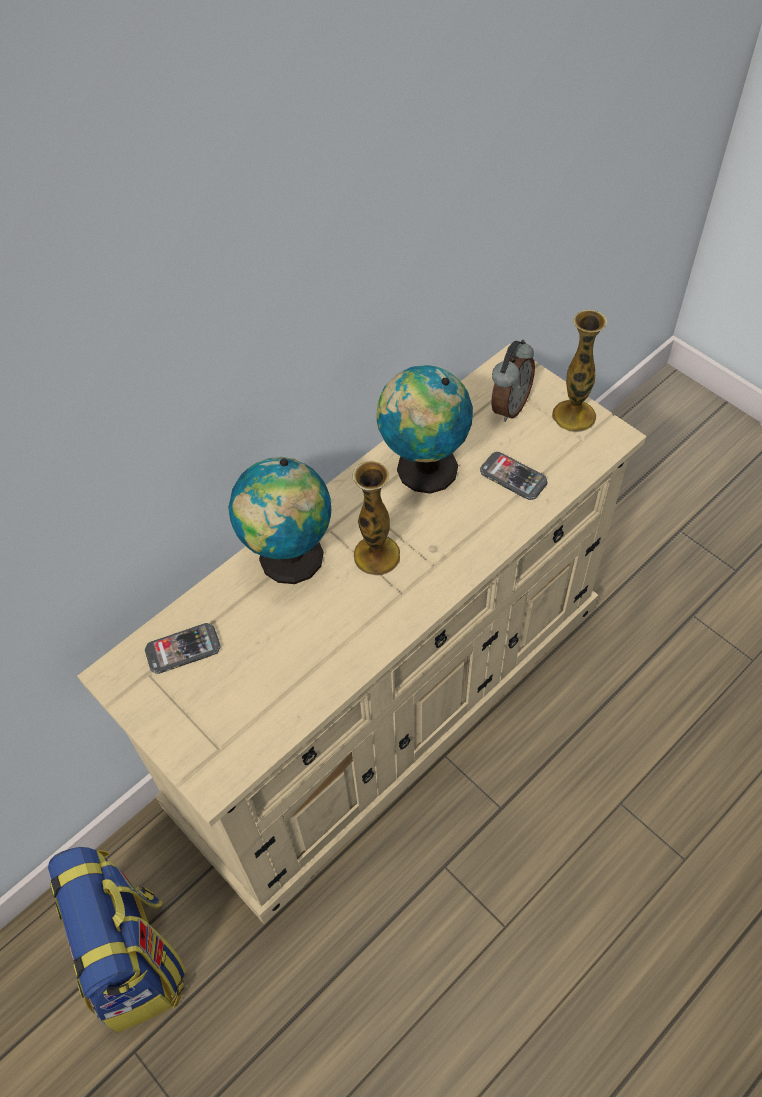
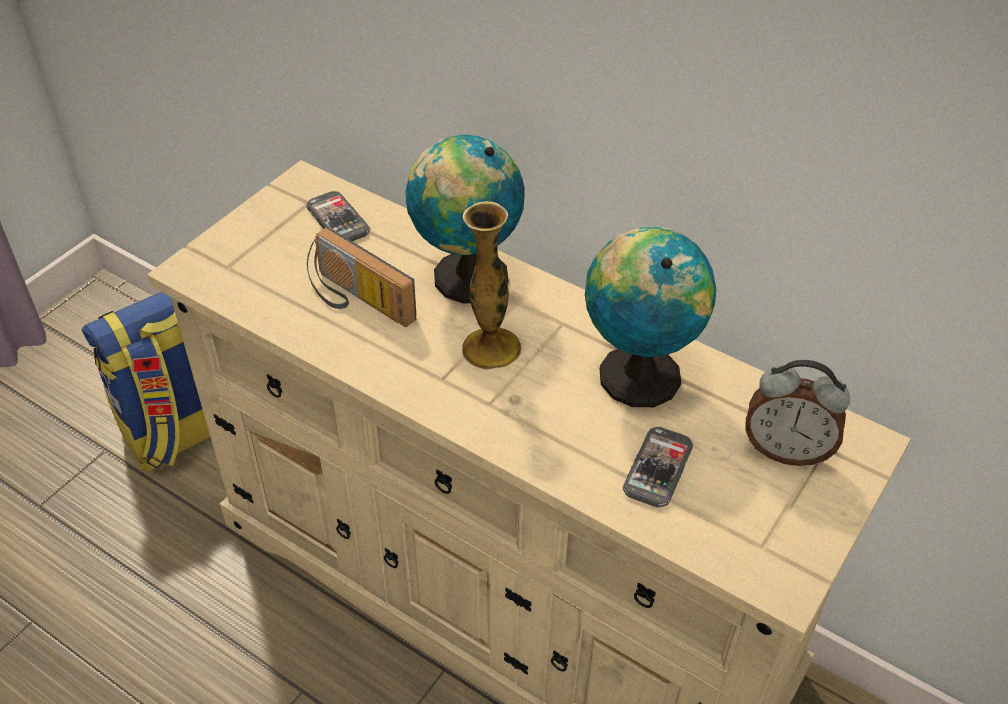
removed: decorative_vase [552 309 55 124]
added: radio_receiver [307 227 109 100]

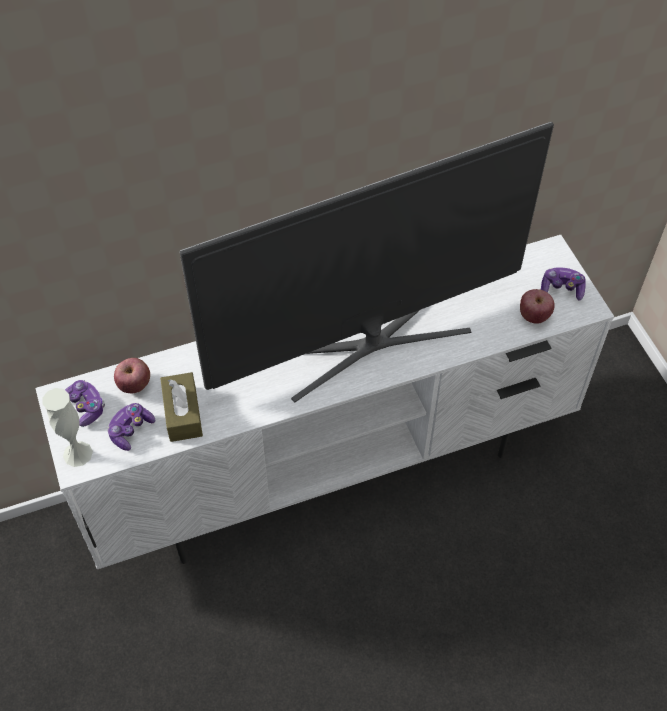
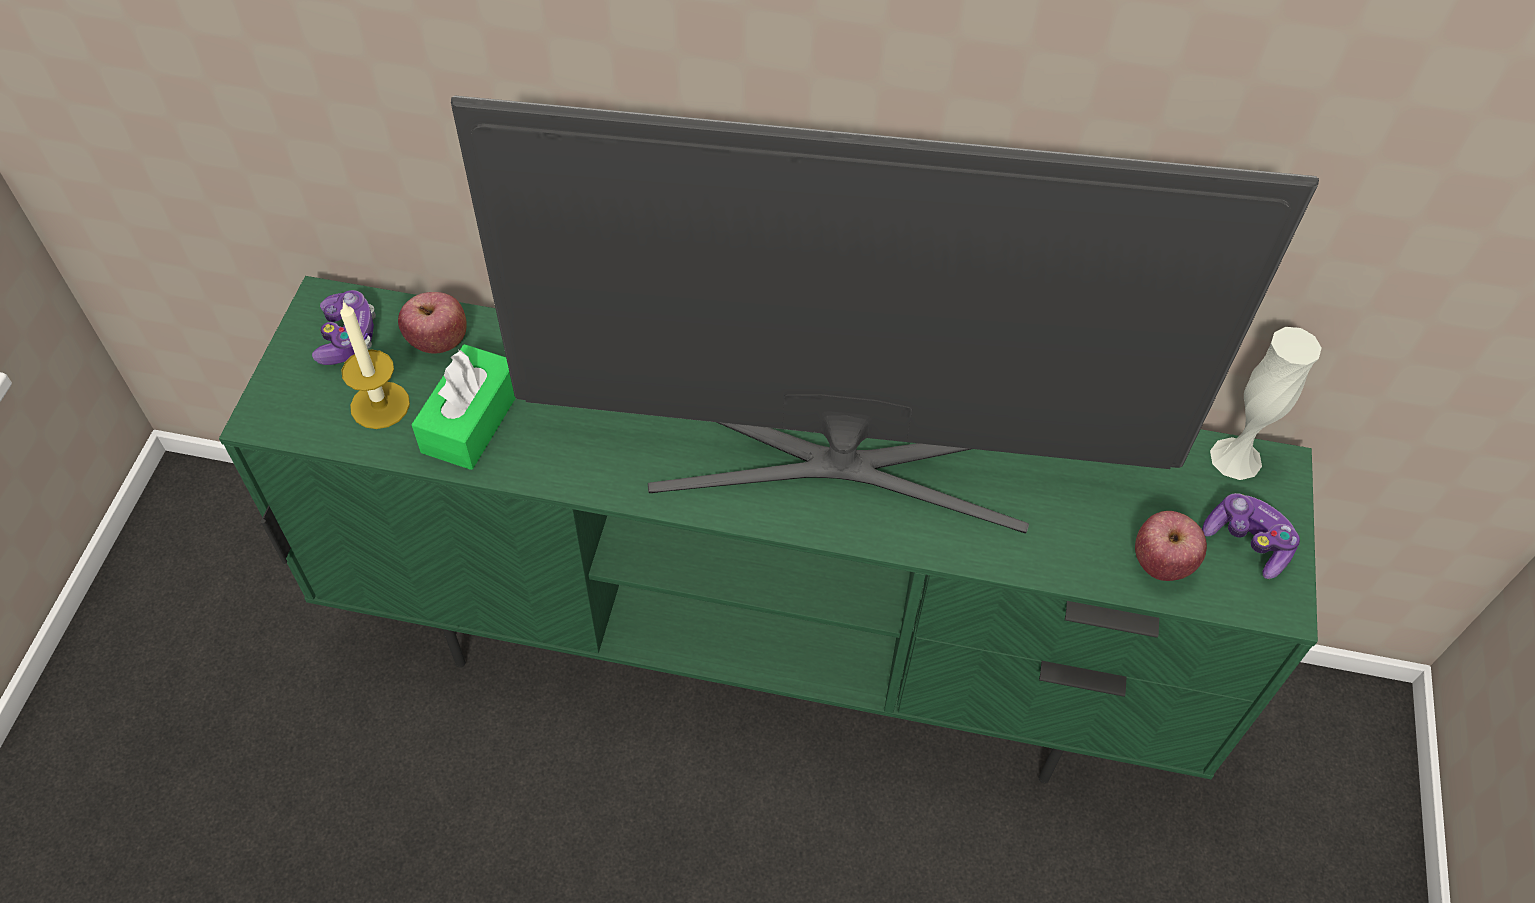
moved: white_decorative_vase [42 388 51 79] to [1210 327 112 153]
replaced: joypad [108 403 47 48] to candle [340 300 70 129]
recoloured: white_tv_stand [35 235 579 334] to greenish_tv_stand [219 276 1099 507]; brown-coloured_tissue_holder [160 372 43 70] to greenish_tissue_holder [411 344 105 126]

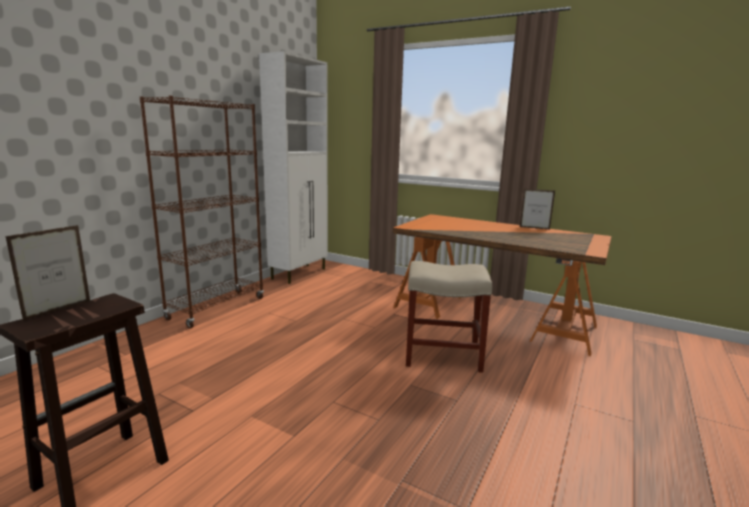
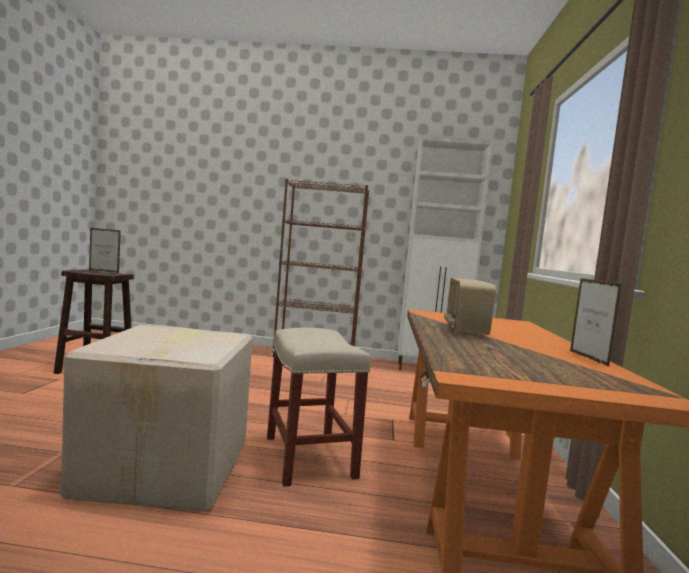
added: radio_receiver [444 278 52 59]; cardboard_box [61 325 192 186]

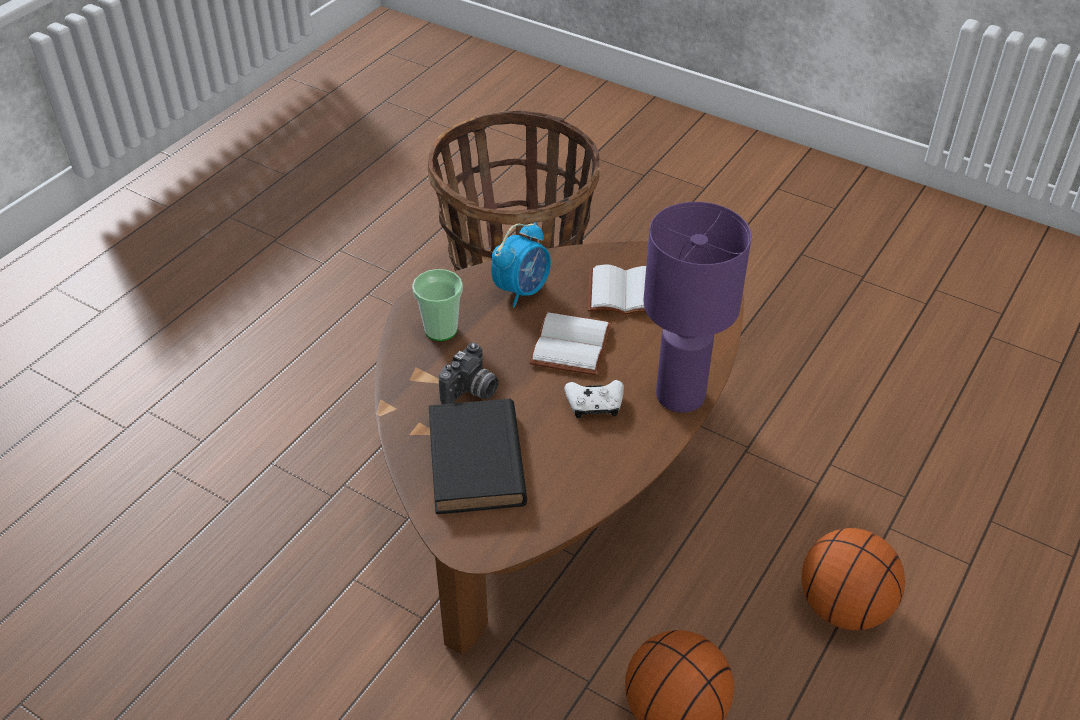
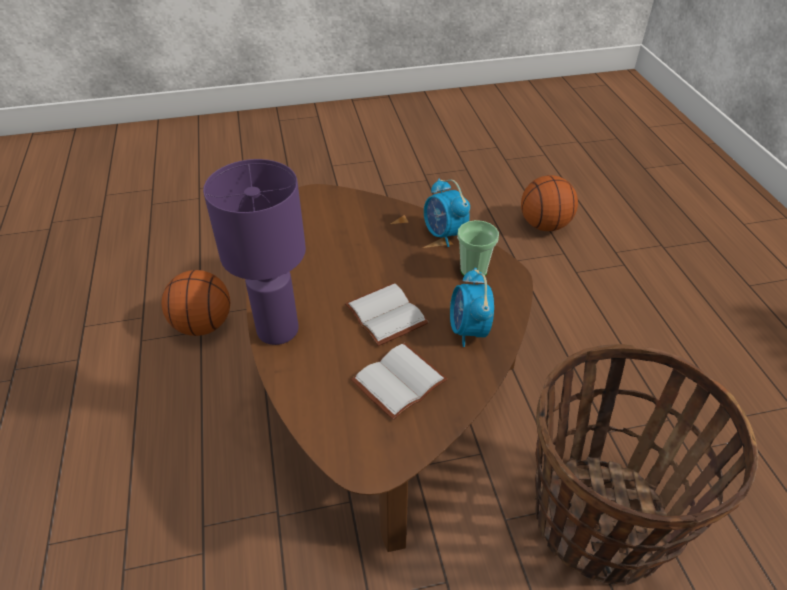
removed: photo_camera [439 342 60 62]; white_joypad [564 380 60 38]; black-coloured_book [429 398 98 116]
added: alarm_clock [424 178 46 69]
moved: ball_for_basketball [801 528 104 102] to [521 175 57 56]

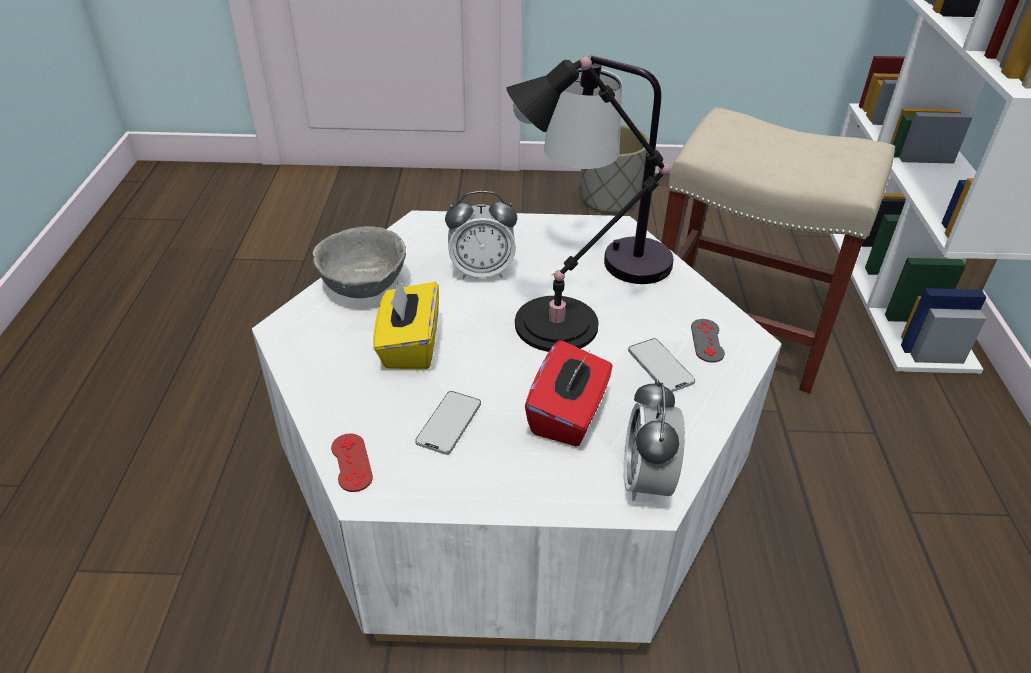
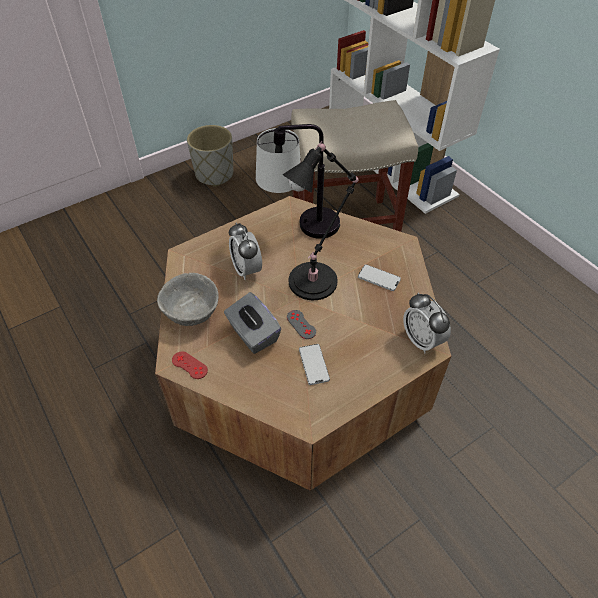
removed: red-coloured_tissue_holder [525 340 87 106]
moved: gray_joypad [691 319 34 44] to [287 310 29 29]; red-coloured_joypad [331 433 42 59] to [172 351 36 28]
recoloured: white_coffee_table [252 210 530 439] to brown-coloured_coffee_table [155 196 296 295]; yellow-coloured_tissue_holder [373 278 66 91] to gray_tissue_holder [224 292 57 62]
turned: alarm_clock [445 191 72 88] = [229 223 33 57] 105 degrees clockwise

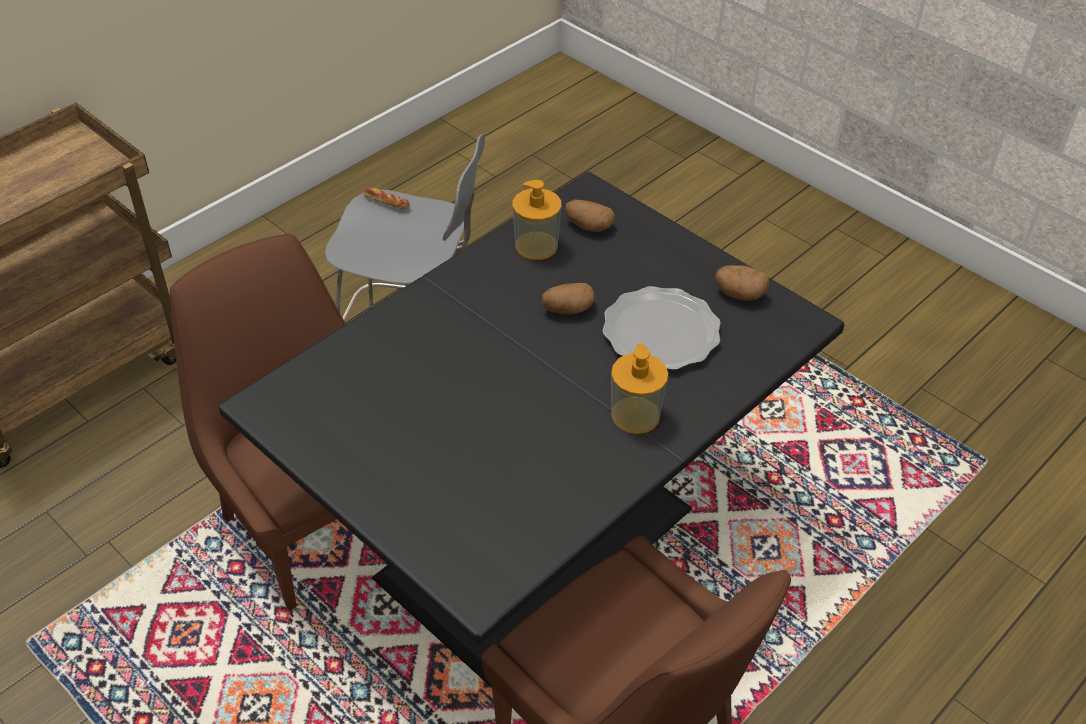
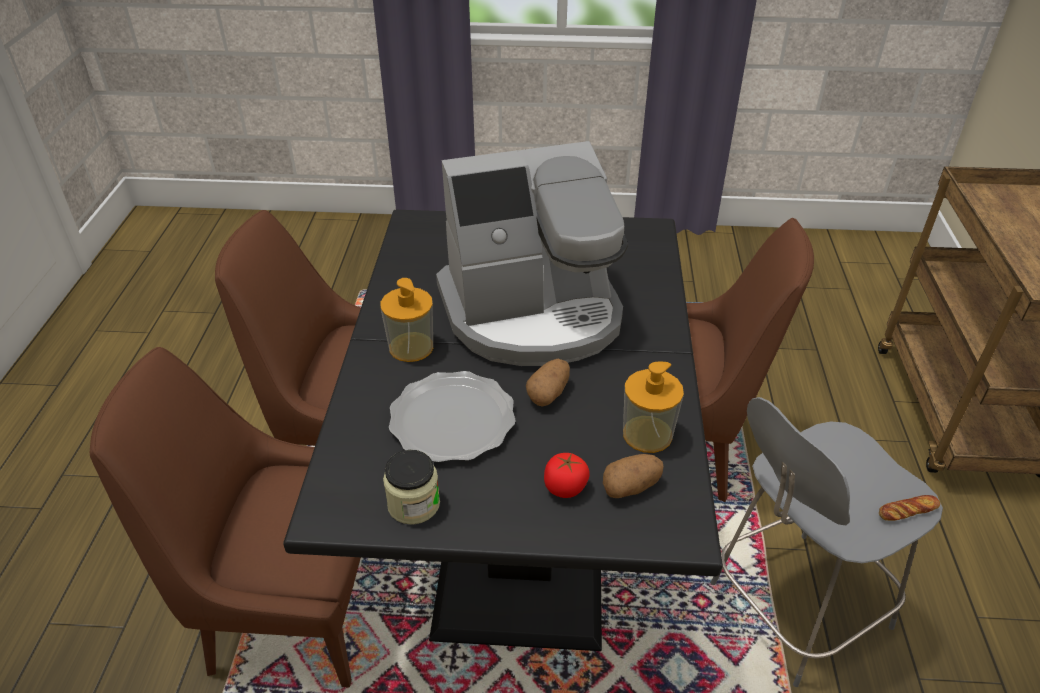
added: coffee_maker [436 141 192 225]; brown-coloured_upright_chair [90 347 271 341]; fresh_tomato [544 453 46 45]
replaced: whole_potato [715 265 54 36] to preserve_jar [383 450 57 75]

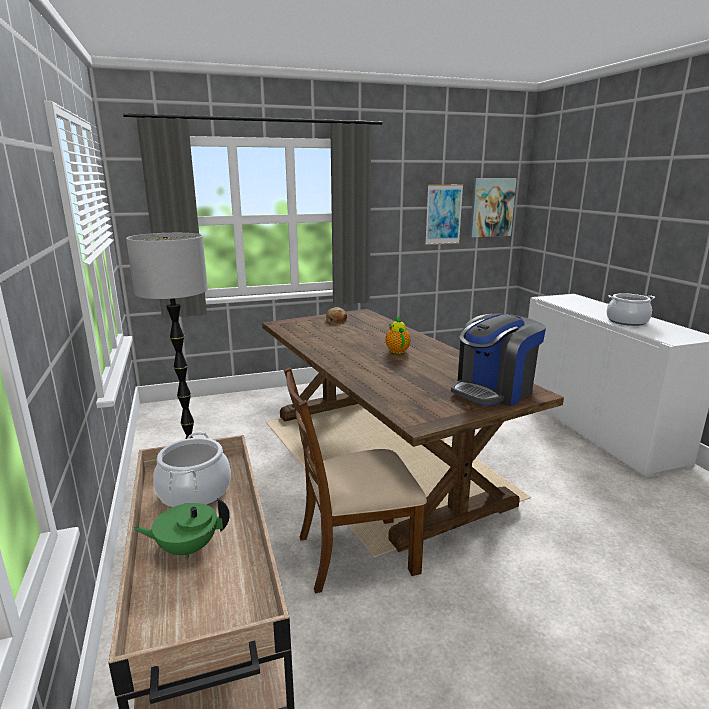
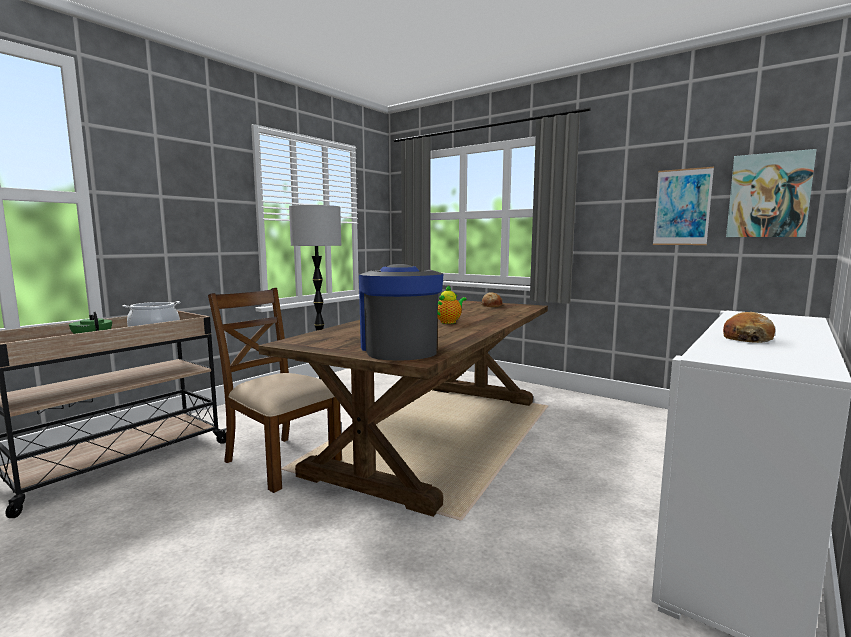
replaced: stockpot [607 293 48 33] to baked_bread [723 312 52 31]
turned: coffee_maker [451 313 95 93] = [359 264 84 97] 60 degrees clockwise

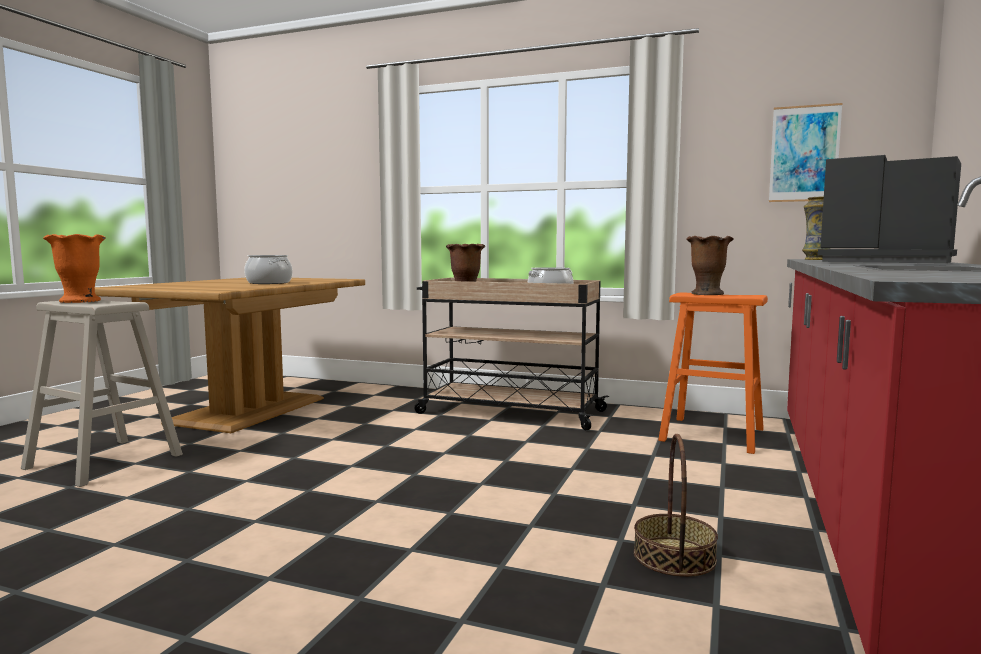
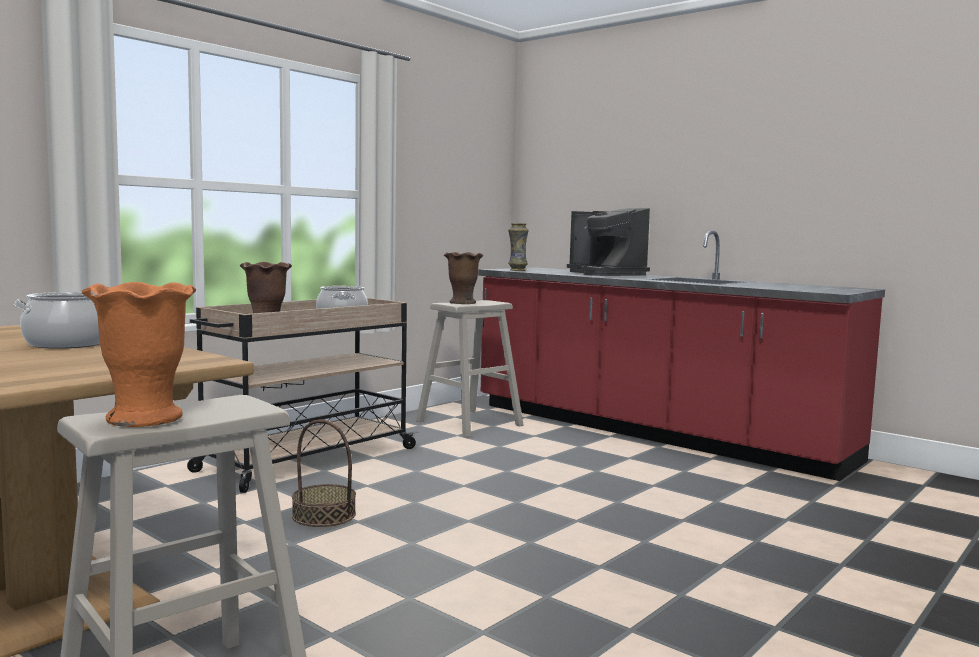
removed: picture [769 103 73 99]
moved: basket [634 434 84 143] to [292 420 64 107]
recoloured: orange-coloured_sitting_stool [658 292 110 162] to beige_sitting_stool [416 300 107 138]
turned: coffee_maker [818 155 143 109] = [567 208 83 68] 90 degrees counterclockwise

